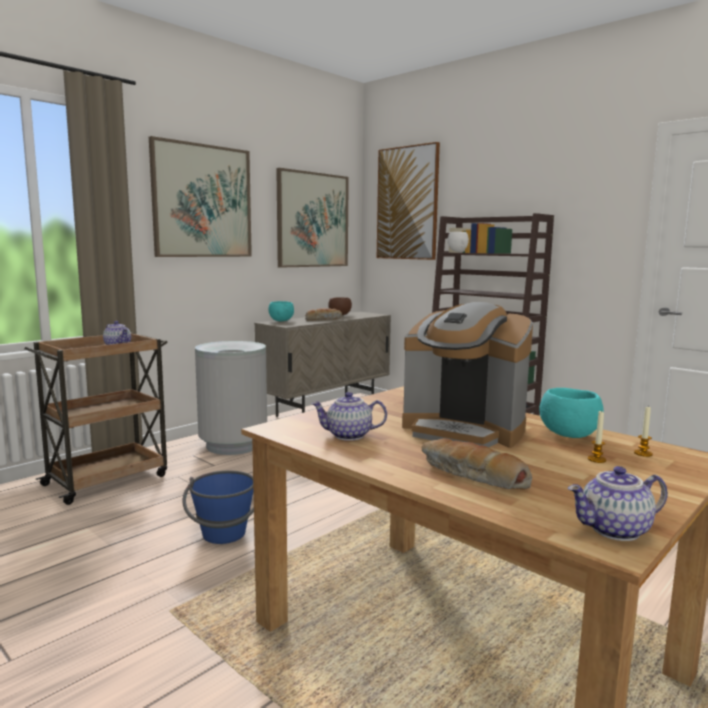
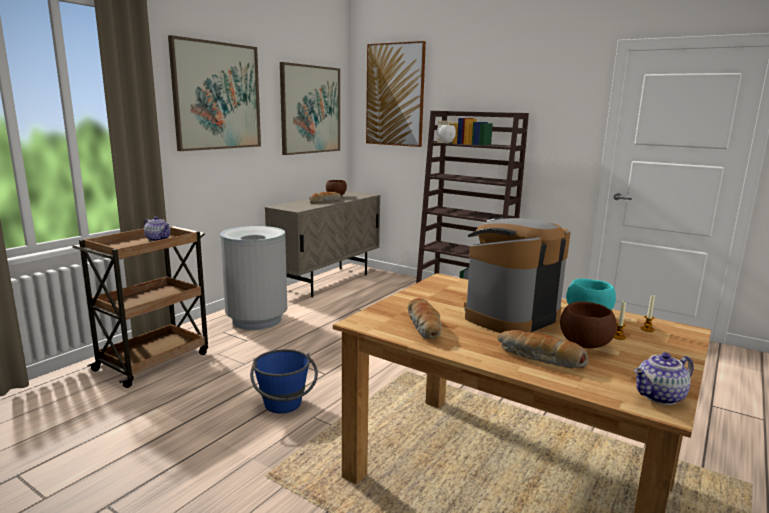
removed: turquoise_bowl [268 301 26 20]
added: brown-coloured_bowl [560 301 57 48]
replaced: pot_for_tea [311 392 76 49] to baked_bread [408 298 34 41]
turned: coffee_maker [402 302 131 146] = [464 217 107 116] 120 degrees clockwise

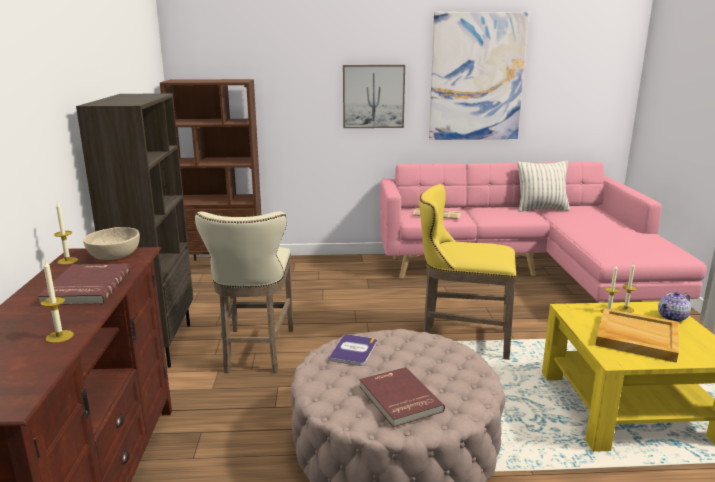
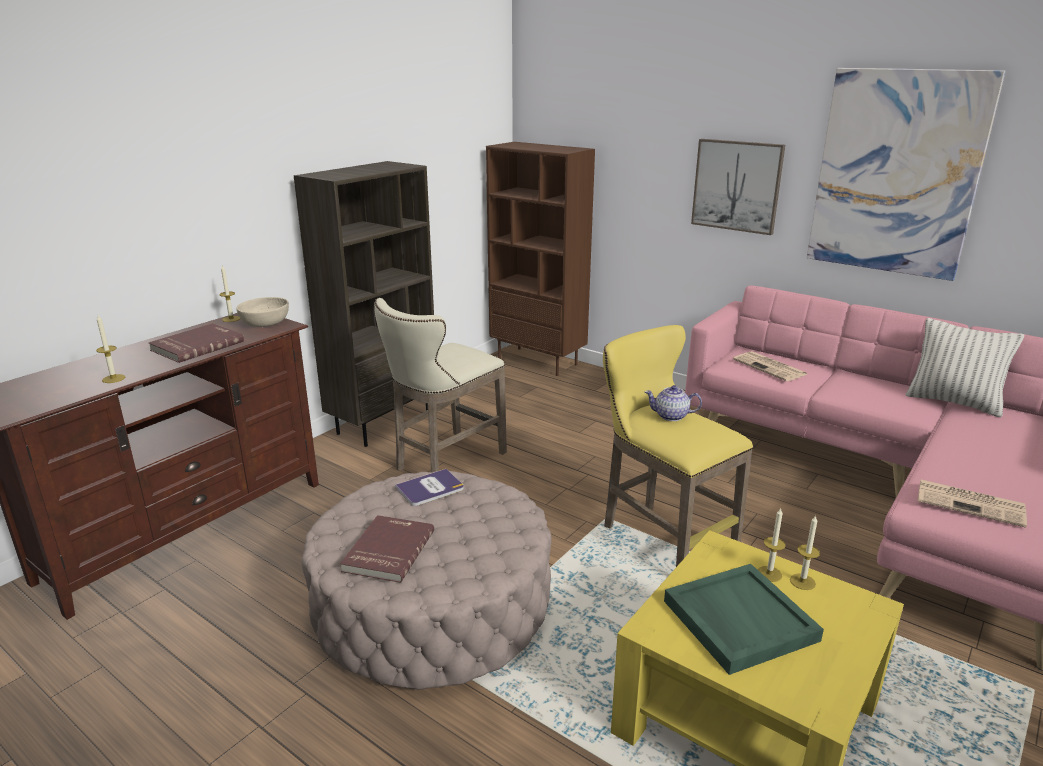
added: newspaper [918 480 109 48]
moved: pot_for_tea [658 292 33 30] to [645 385 57 36]
recoloured: beige_serving_tray [596 308 83 55] to greenish_serving_tray [664 564 160 111]

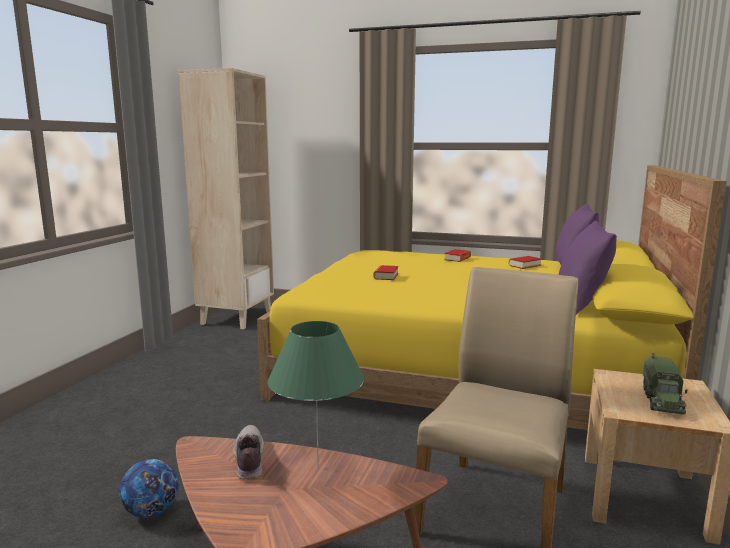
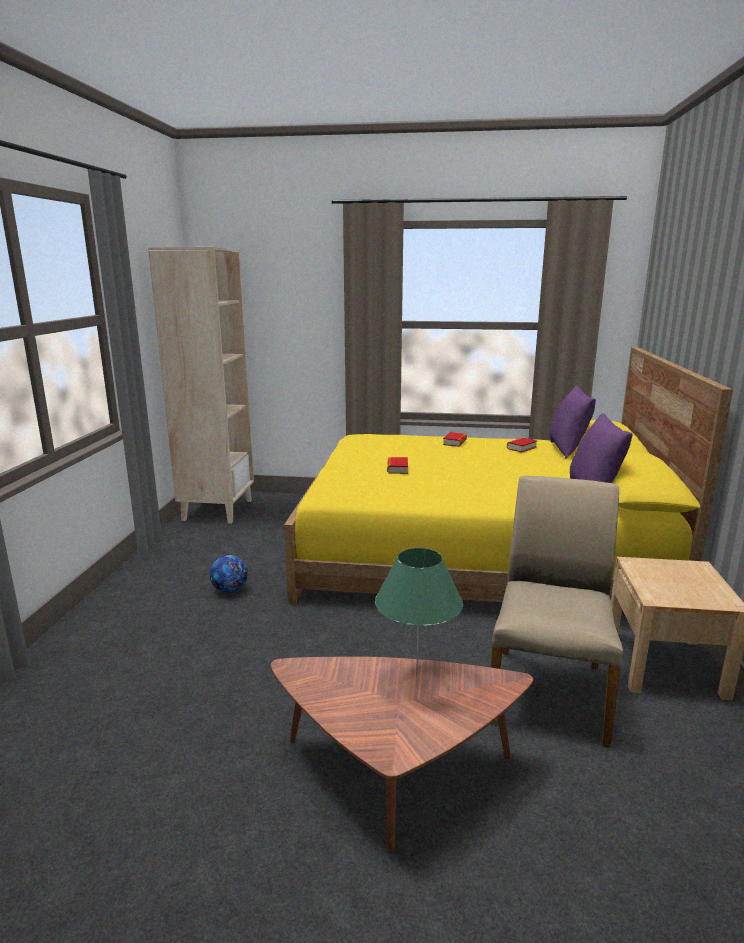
removed: toy_lorry [643 353 44 62]; item_of_footwear [233 425 31 54]
moved: football [119 459 60 59] to [210 555 38 38]

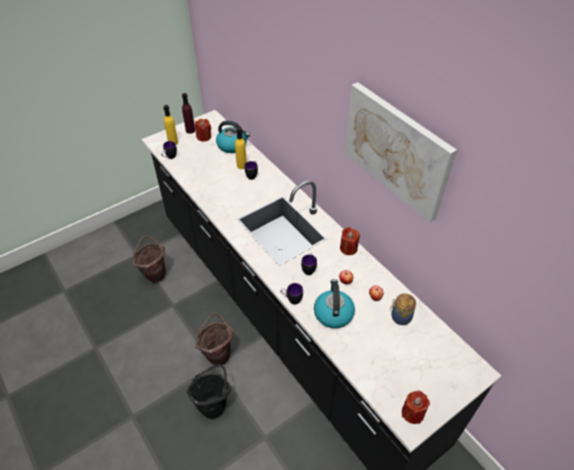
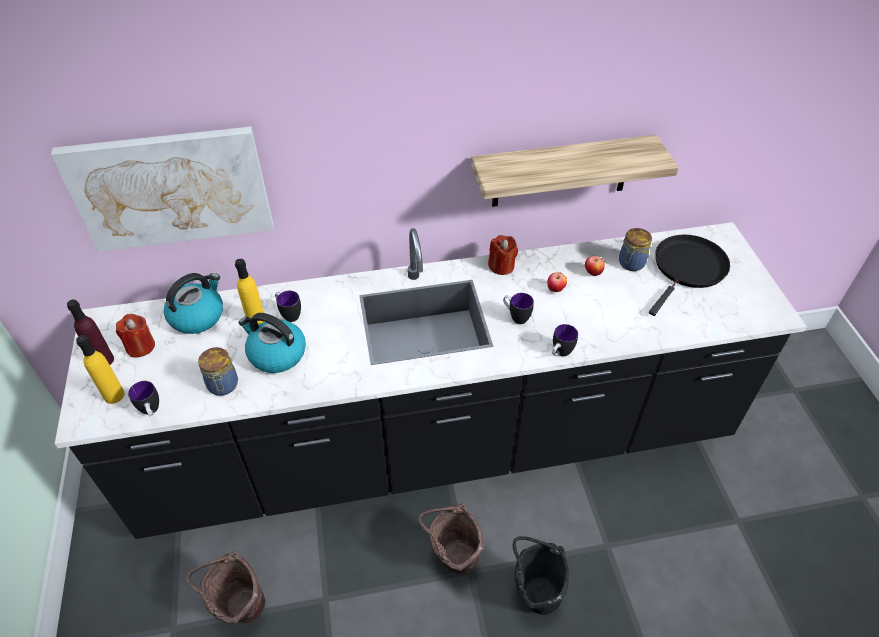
removed: red-coloured_candle [402 390 28 34]
added: wall_shelf [471 135 208 72]; black-coloured_skillet [649 235 81 81]; preserve_jar [198 347 40 49]
moved: picture [345 82 112 141] to [51 127 223 125]; kettle [314 279 41 49] to [239 313 67 60]

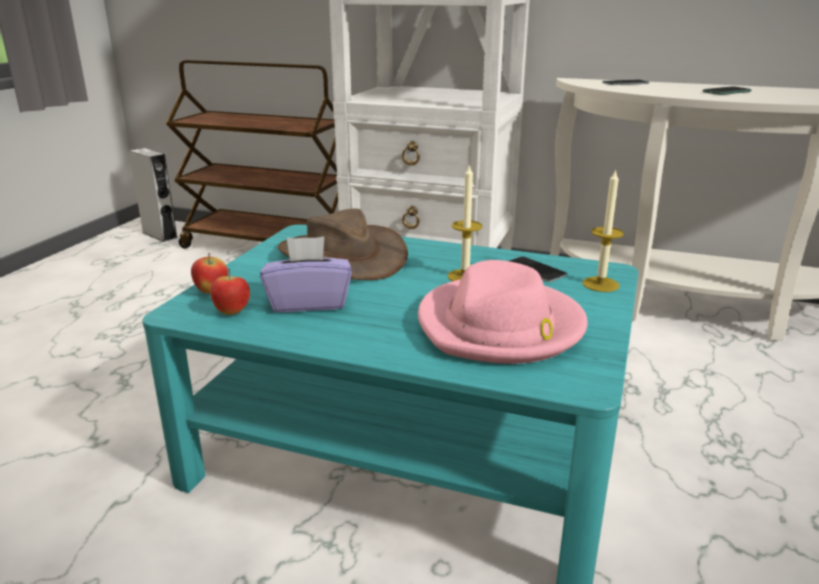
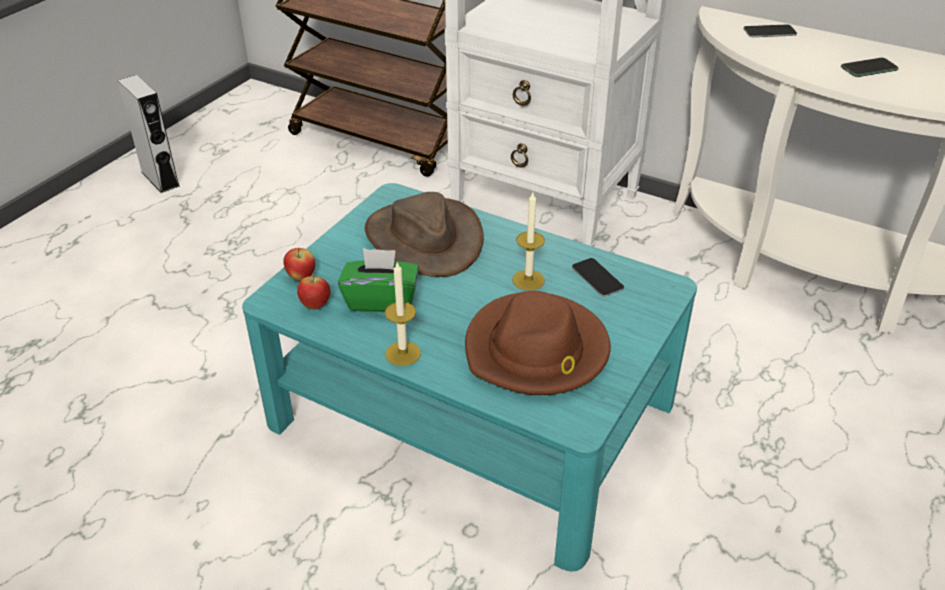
moved: gray_speaker [129 148 49 94] to [117 75 63 118]; candle [582 169 42 123] to [385 262 36 104]
recoloured: purplish_tissue_holder [260 236 92 76] to greenish_tissue_holder [338 248 81 64]; pink-coloured_clothing_hat [418 260 170 104] to brown-coloured_clothing_hat [465 291 146 104]

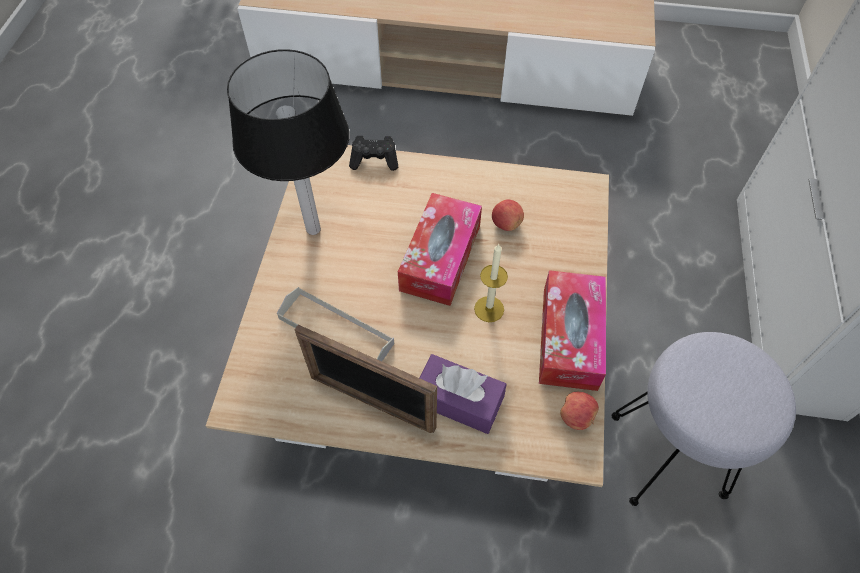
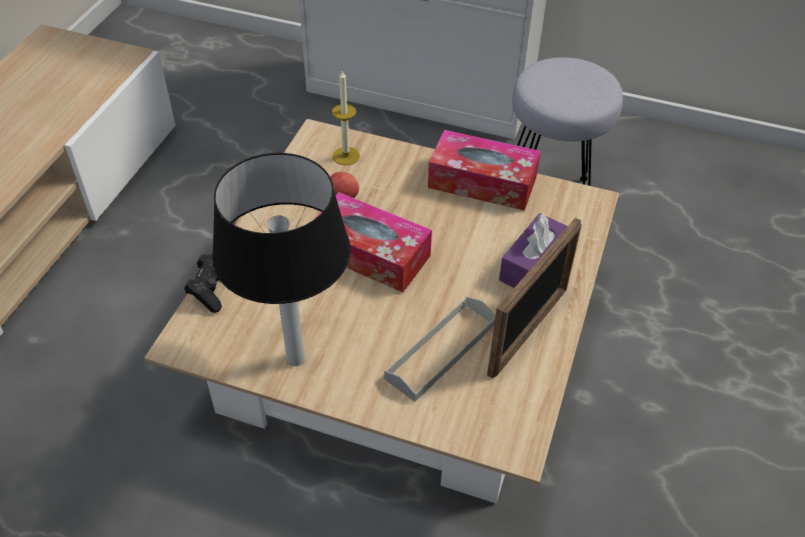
removed: whole_apple [560 392 39 38]
moved: candle [474 244 34 78] to [332 71 28 94]

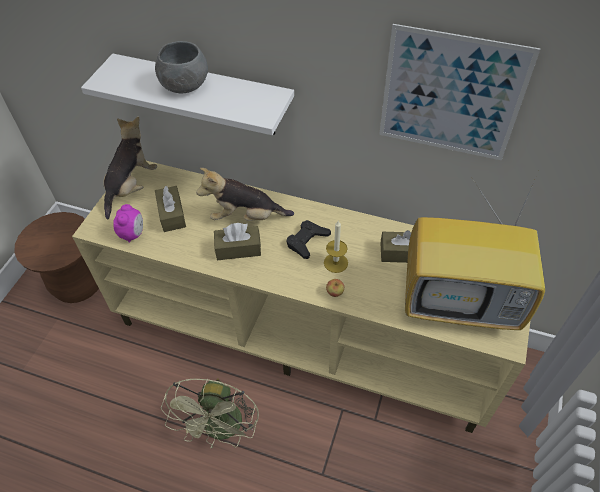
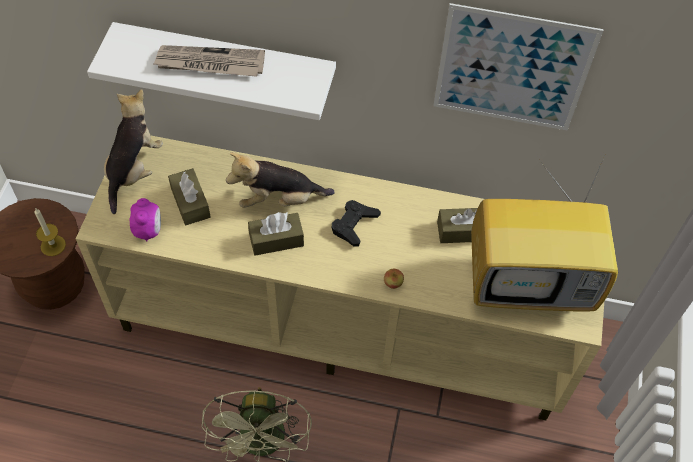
moved: candle [324 221 24 52] to [35 209 31 47]
replaced: gray_bowl [155 41 53 53] to newspaper [154 45 111 32]

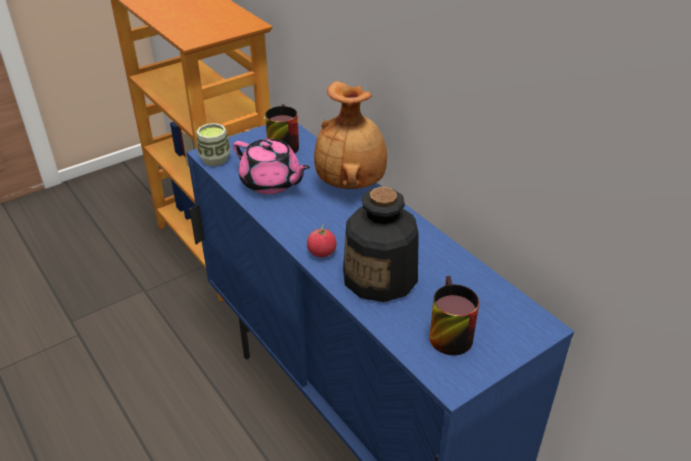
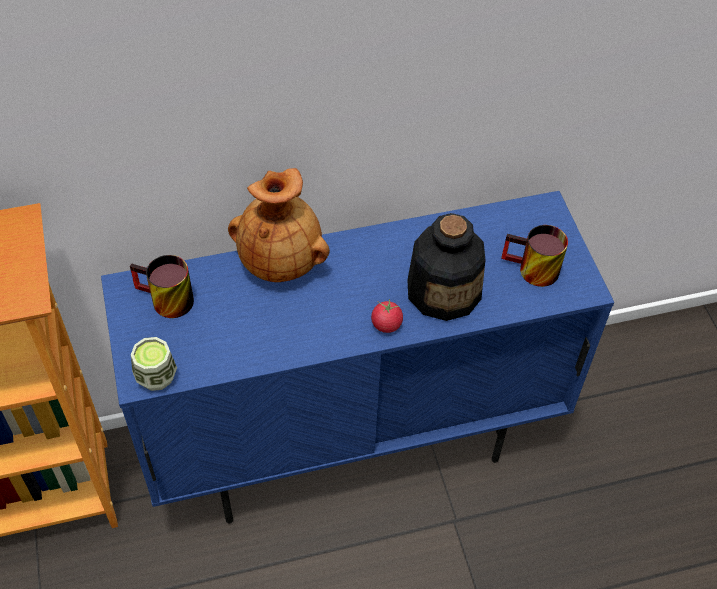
removed: pink-coloured_pot_for_tea [233 139 77 55]

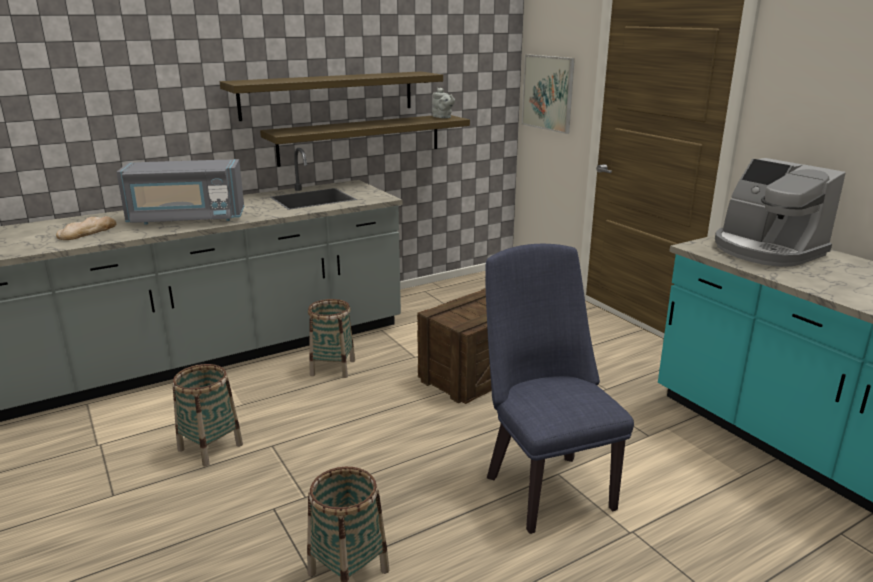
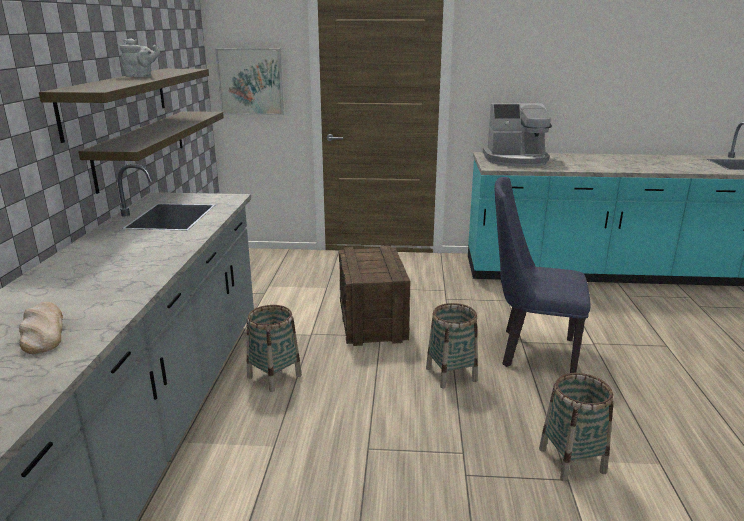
removed: gray_microwave [117 159 127 66]
moved: gray_pot_for_tea [432 88 23 30] to [120 38 40 39]; basket [172 364 71 102] to [426 303 52 85]

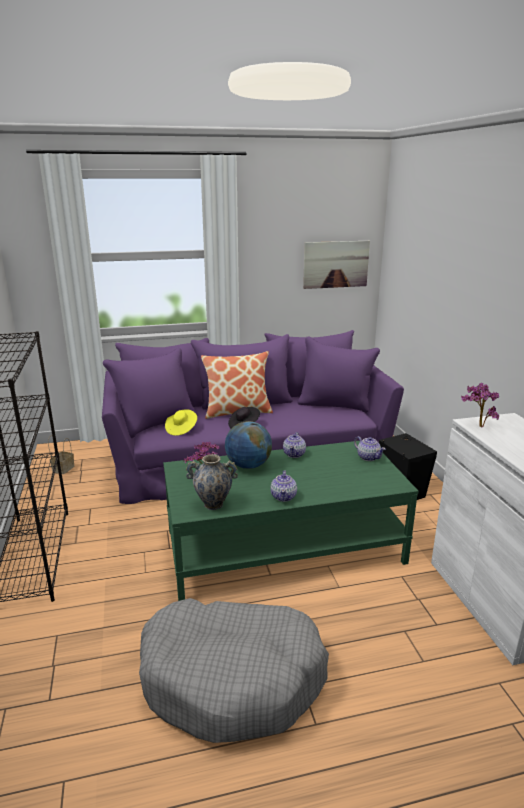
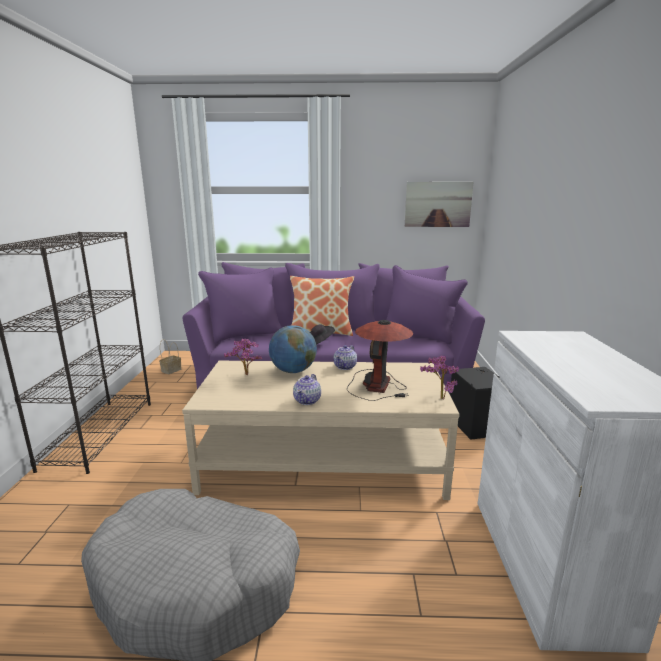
removed: yellow-coloured_clothing_hat [165 410 32 26]; pot_for_tea [354 436 32 25]; decorative_vase [186 454 52 56]
added: table_lamp [347 320 66 81]
moved: plant_in_a_pot [461 383 38 44] to [420 356 39 43]
recoloured: greenish_coffee_table [163 441 256 160] to beige_coffee_table [182 361 278 139]

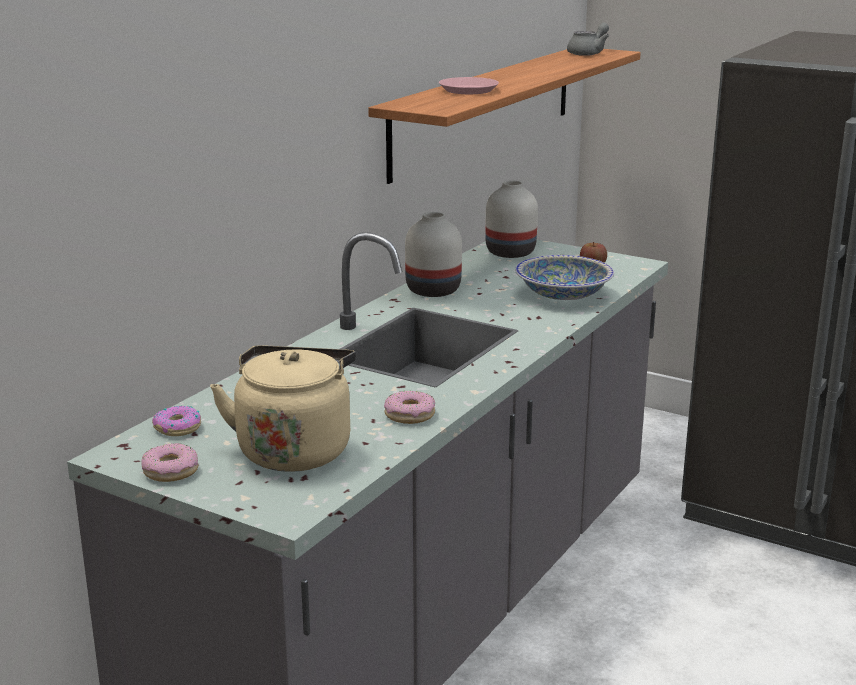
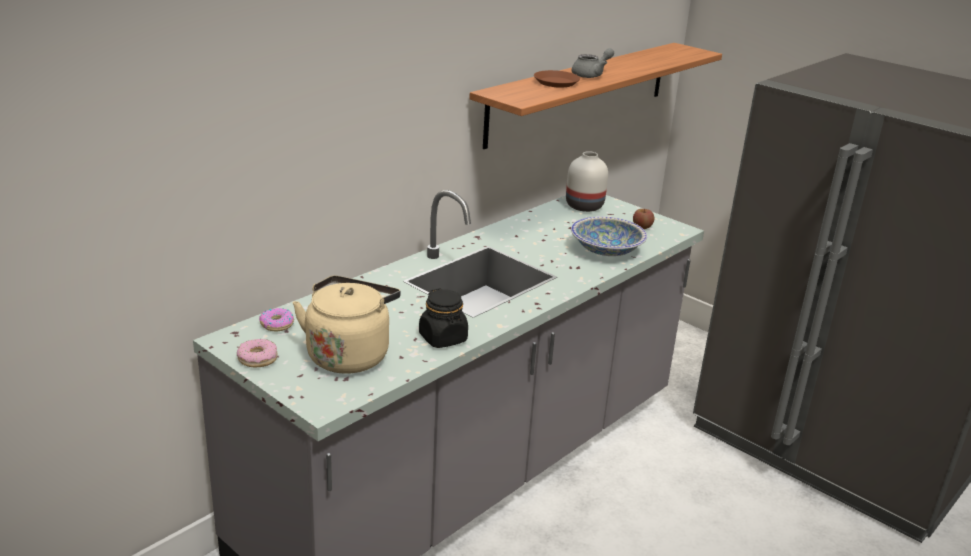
removed: white_decorative_vase [405 212 57 85]
moved: gray_pot_for_tea [567 23 42 33] to [572 48 42 30]
replaced: ring_doughnut [384 391 51 33] to black-coloured_preserve_jar [419 288 49 60]
recoloured: pink-coloured_flat_dish [439 77 60 17] to brown-coloured_flat_dish [534 70 46 18]

